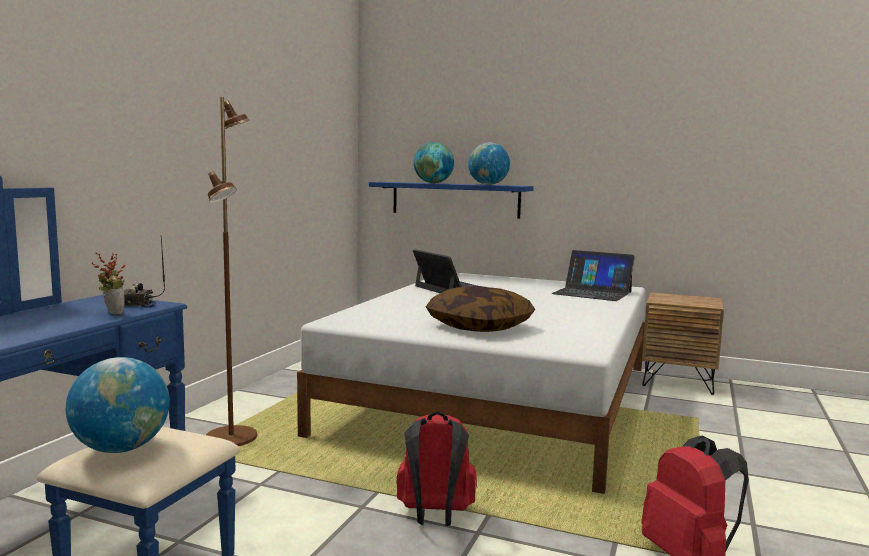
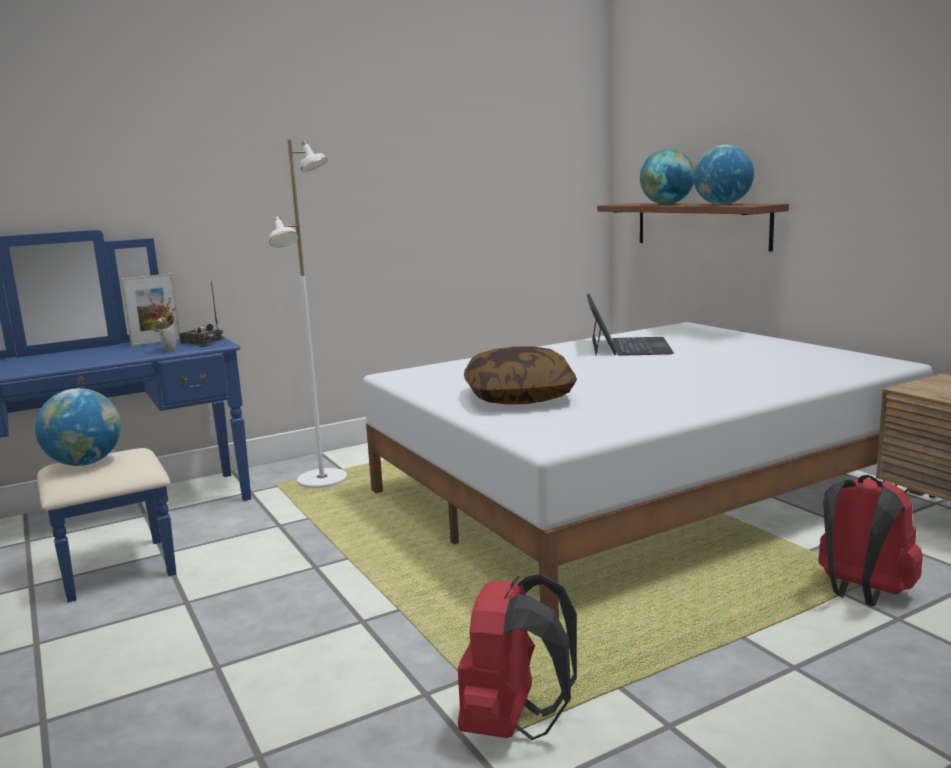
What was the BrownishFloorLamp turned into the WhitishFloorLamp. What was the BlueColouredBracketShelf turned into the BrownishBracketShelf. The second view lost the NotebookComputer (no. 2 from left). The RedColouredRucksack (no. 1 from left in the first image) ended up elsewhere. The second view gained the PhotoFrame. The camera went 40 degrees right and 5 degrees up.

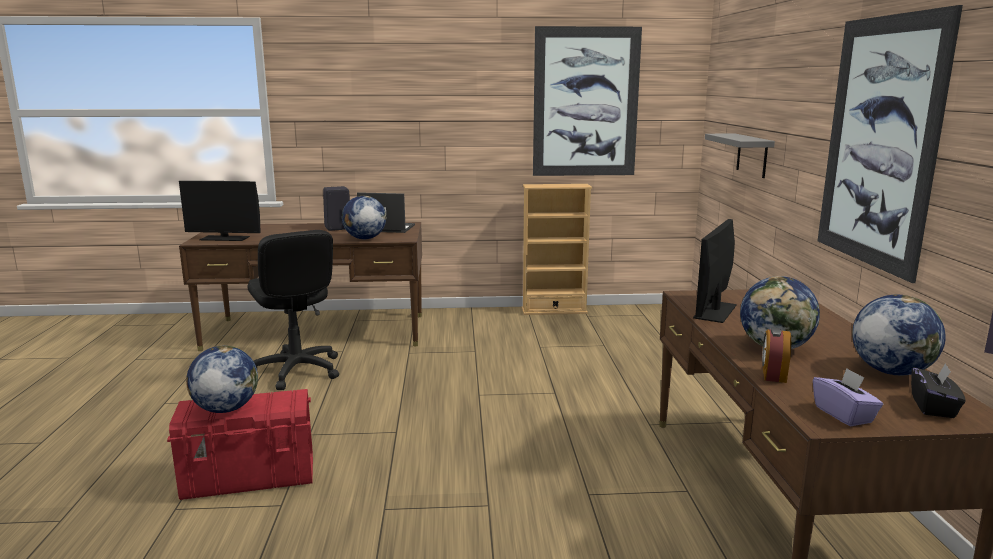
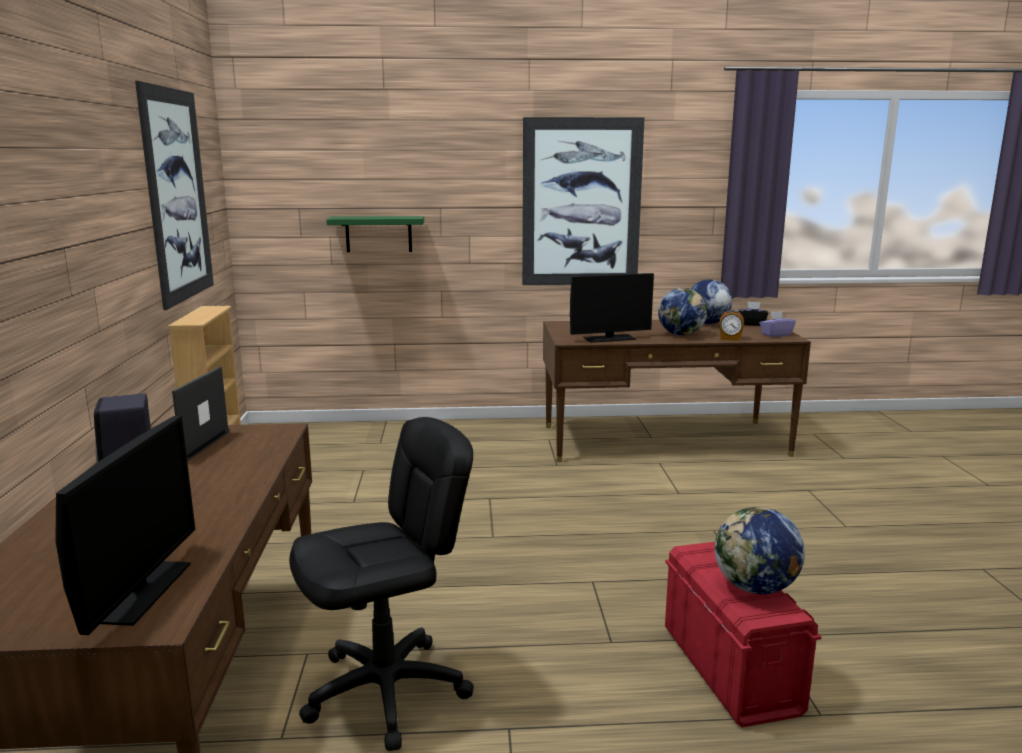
What was the GrayBracketShelf turned into the GreenBracketShelf. The second view lost the DeskGlobe (no. 2 from left). The ComputerDisplay (no. 2 from left) ended up facing another way, 45 degrees counterclockwise from before. The camera went 90 degrees left and 0 degrees up.

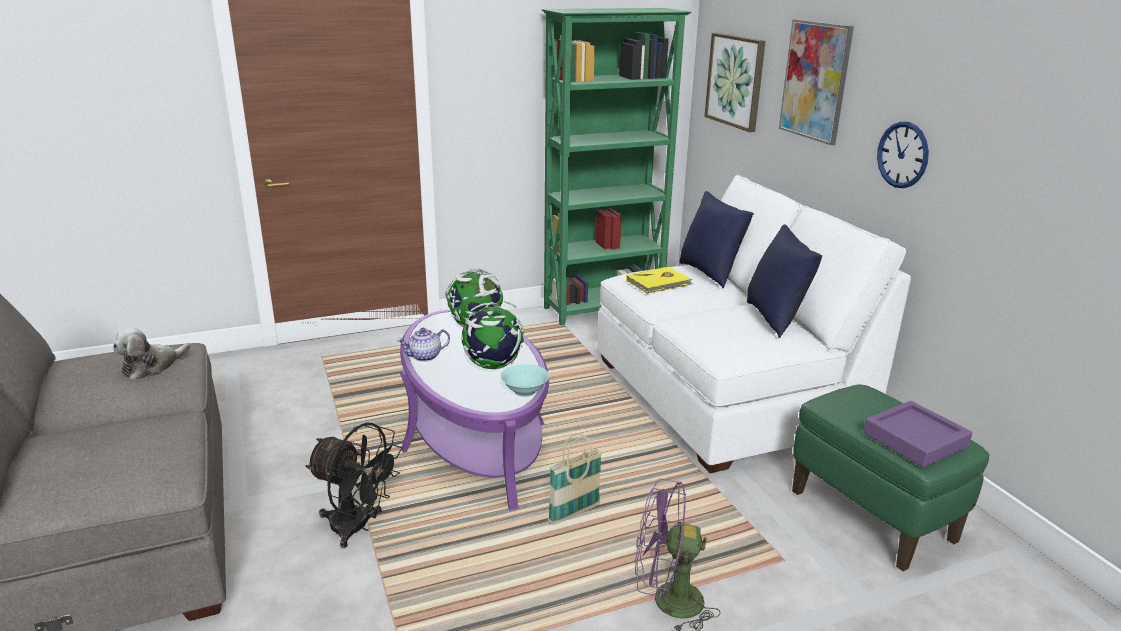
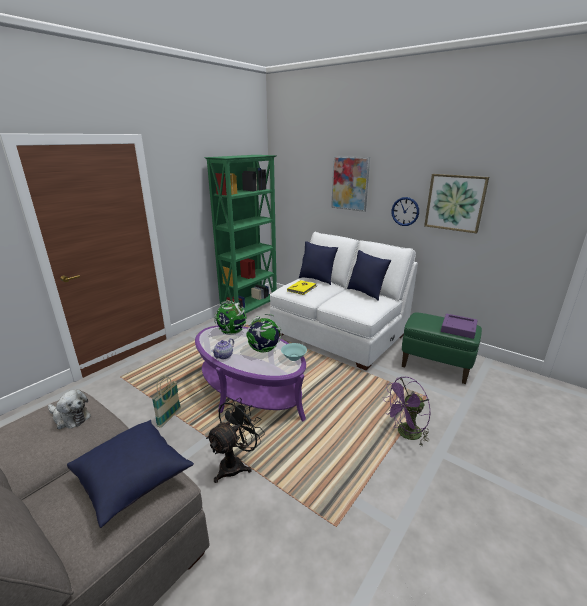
The Picture (no. 1 from left in the first image) ended up elsewhere. The CuddlyToy ended up facing another way, 75 degrees counterclockwise from before. The BlackCoolingFan ended up facing another way, 45 degrees counterclockwise from before. The StorageBasket ended up elsewhere. The second view gained the BlueColouredPillow (no. 1 from left). The camera went 30 degrees left and 0 degrees up.

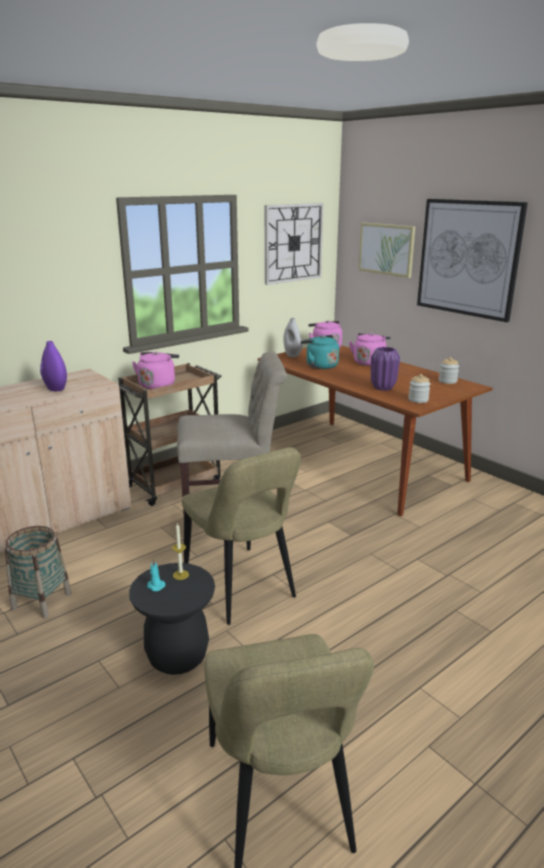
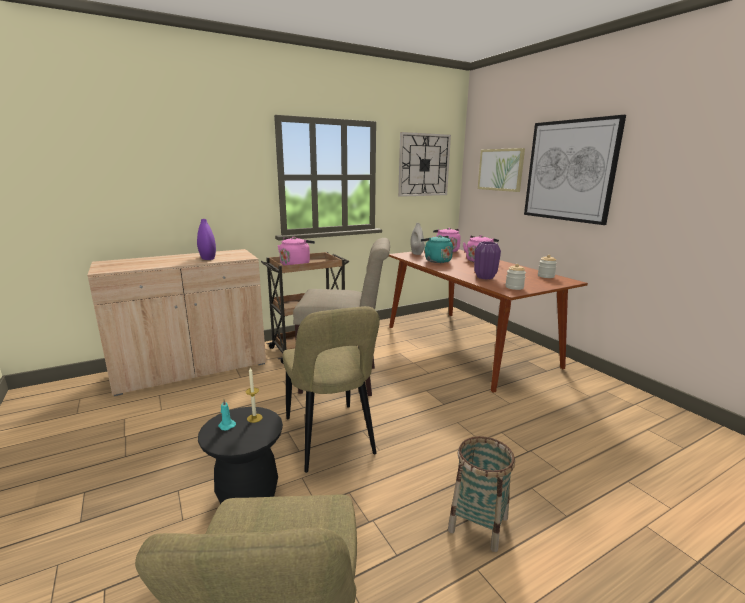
The StorageBasket ended up elsewhere. The camera went 10 degrees right and 5 degrees down.

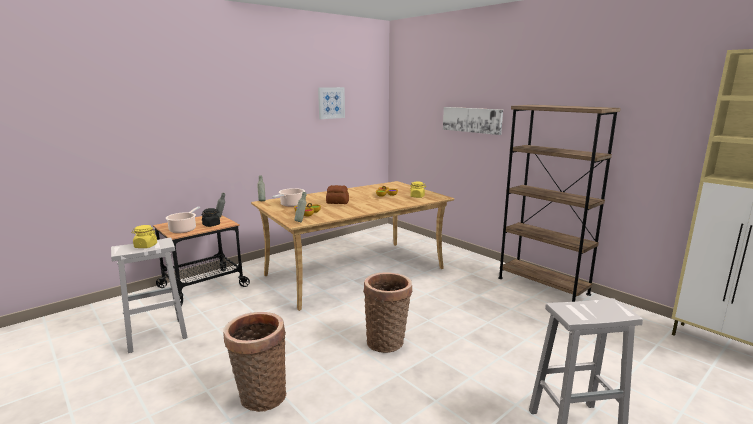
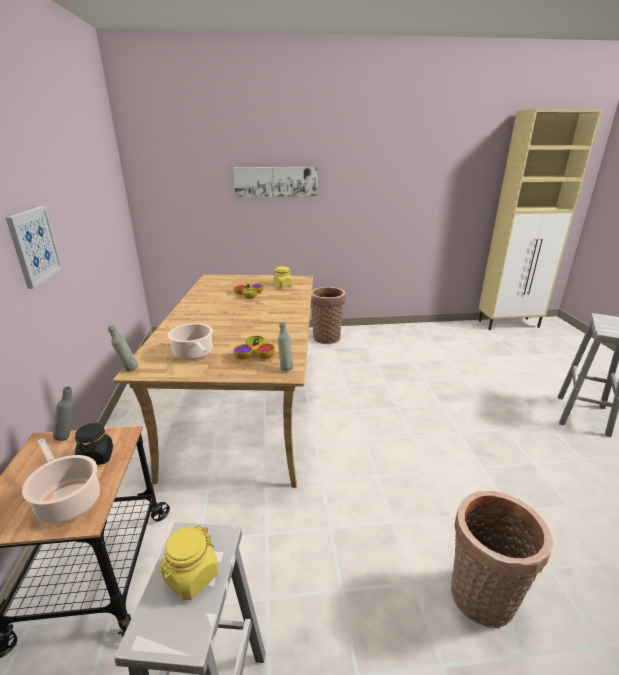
The Picture (no. 1 from left) ended up elsewhere. The second view lost the BrownishBookshelf. The second view lost the BakeryBread. The StorageBasket (no. 2 from left in the first image) ended up elsewhere. The camera went 55 degrees left and 10 degrees up.

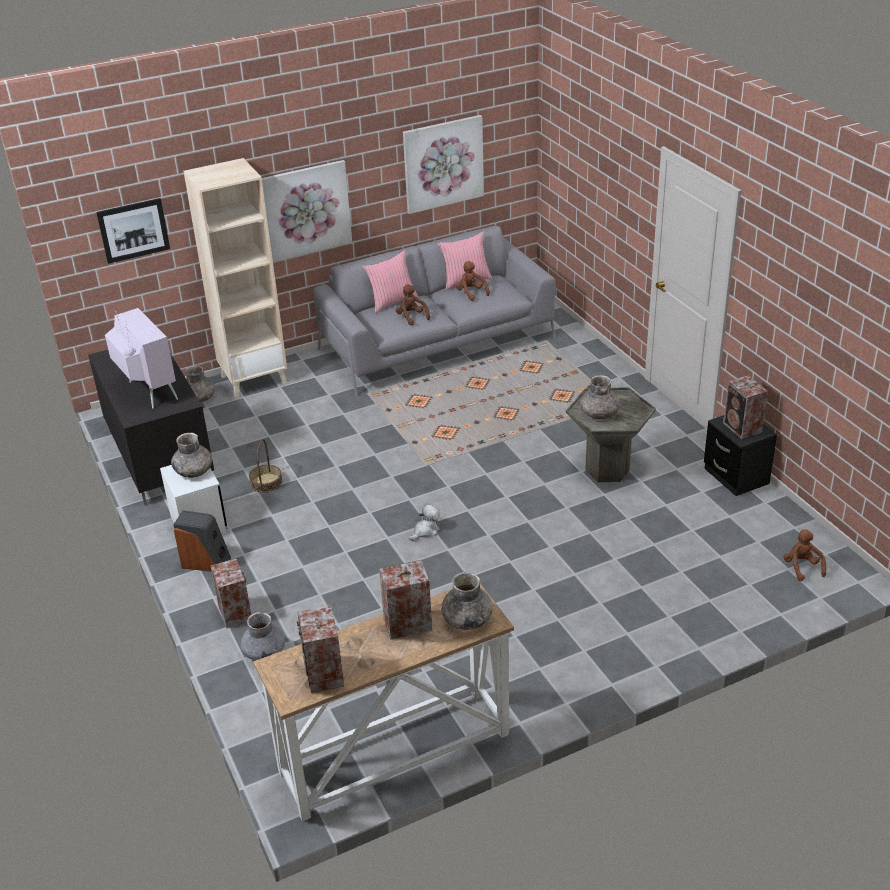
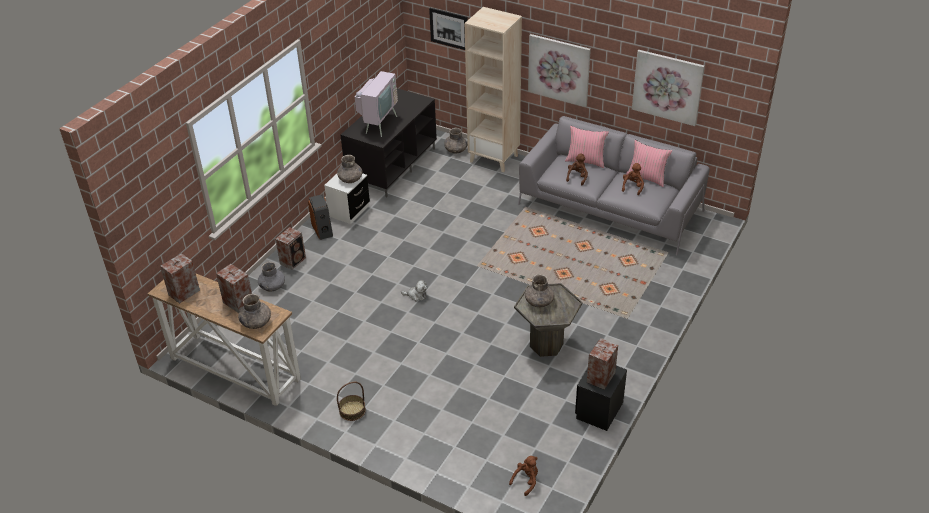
The StorageBasket ended up elsewhere. The camera went 55 degrees right and 5 degrees up.

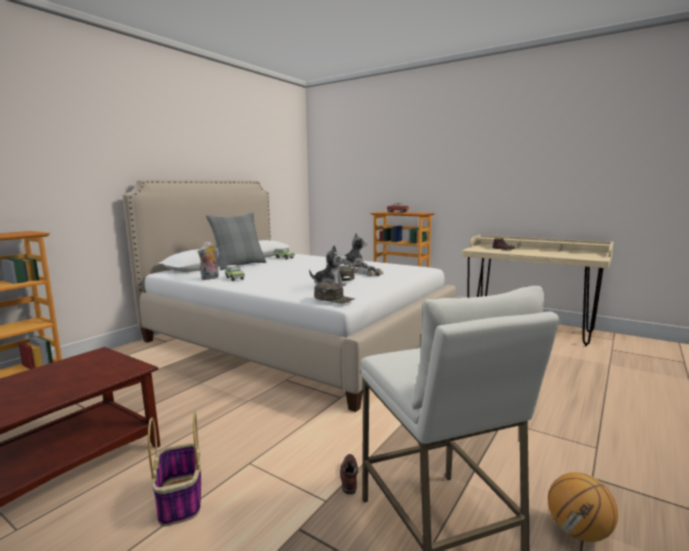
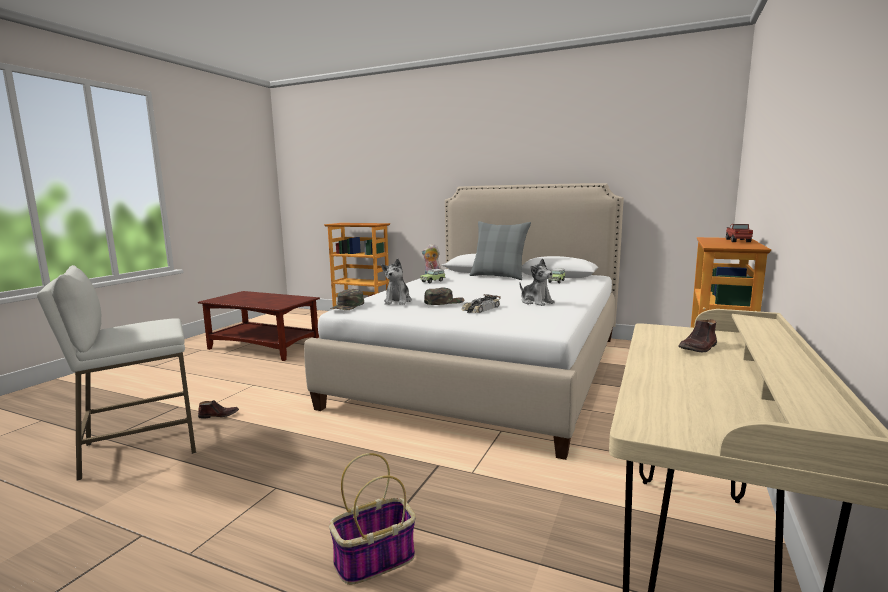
The StorageBasket ended up elsewhere. The second view lost the BallForBasketball. The camera went 80 degrees right and 0 degrees up.

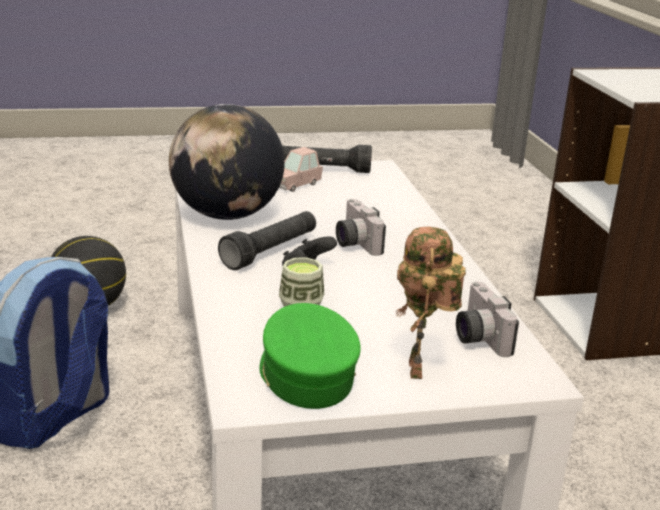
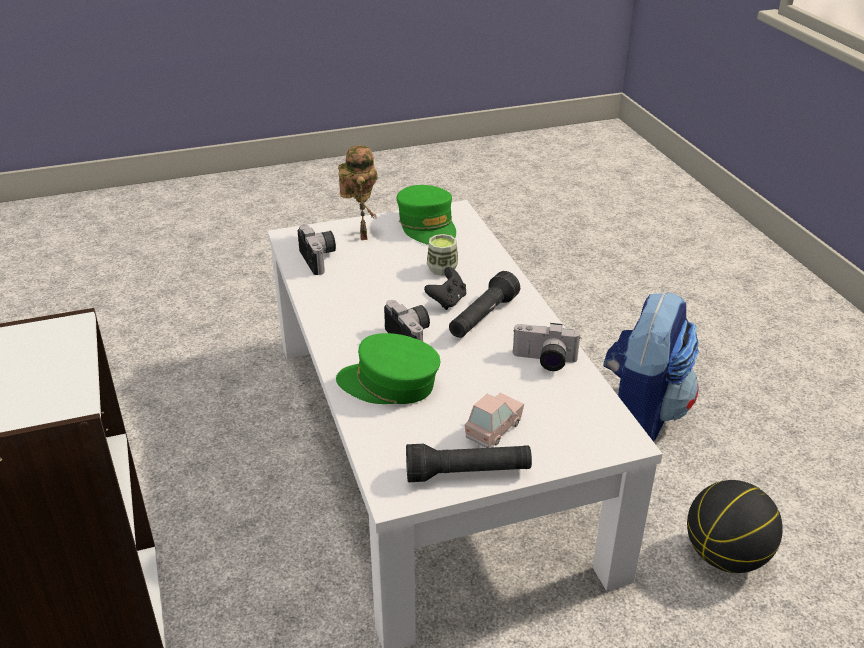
Where the DeskGlobe stood, the PhotoCamera (no. 3 from left) came to stand. The second view gained the GreenBaseballCap (no. 1 from left). The camera went 175 degrees right and 10 degrees up.

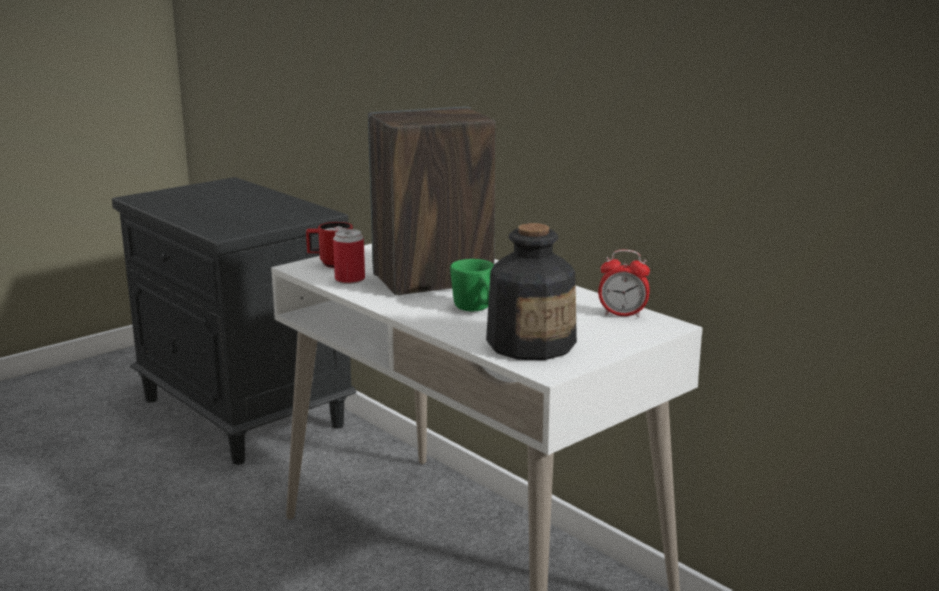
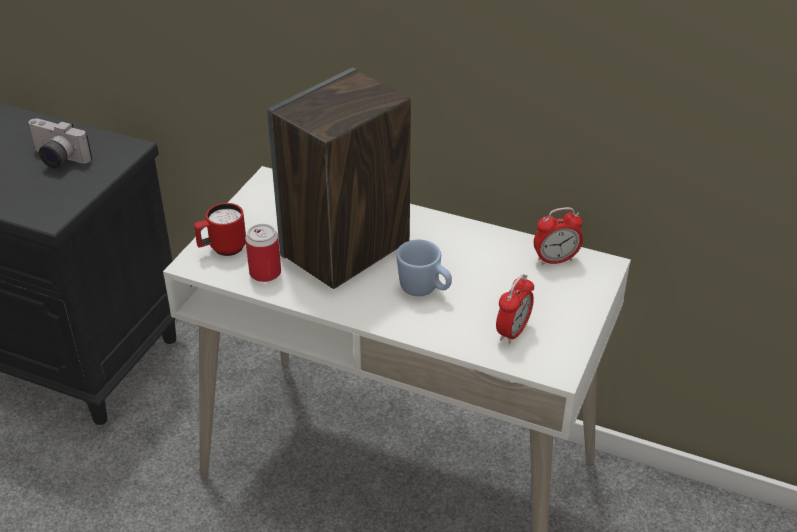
Where the BeverageBottle stood, the TableClock (no. 1 from left) came to stand. What was the GreenCoffeeMug turned into the BlueColouredCoffeeMug. The second view gained the PhotoCamera. The camera went 25 degrees left and 20 degrees up.

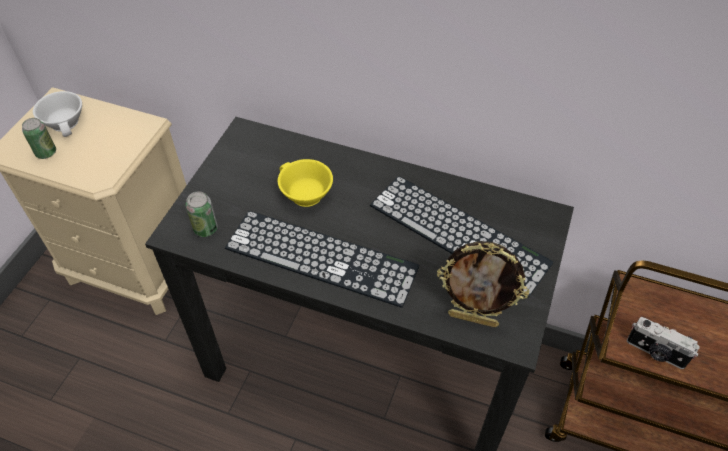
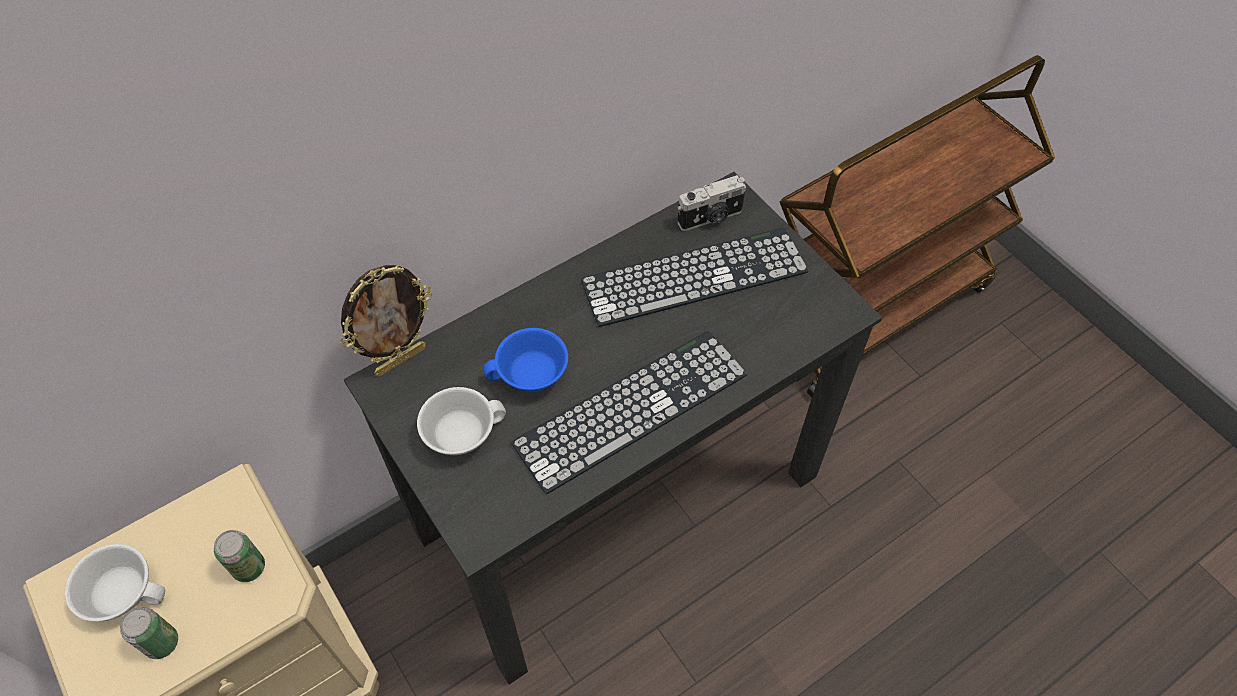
What was the YellowishSmallCup turned into the BlueColouredSmallCup. The MetalCan (no. 2 from left) ended up elsewhere. The PhotoFrame ended up elsewhere. The PhotoCamera ended up elsewhere. The second view gained the WhitishSmallCup (no. 2 from left). The camera went 55 degrees left and 5 degrees up.

